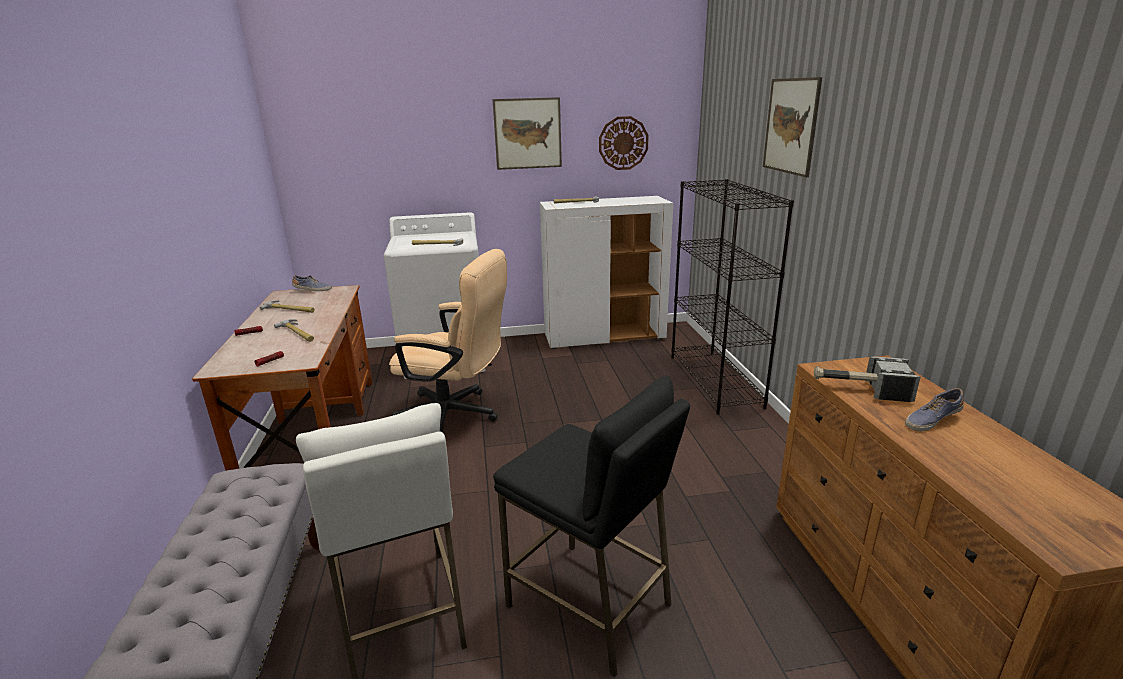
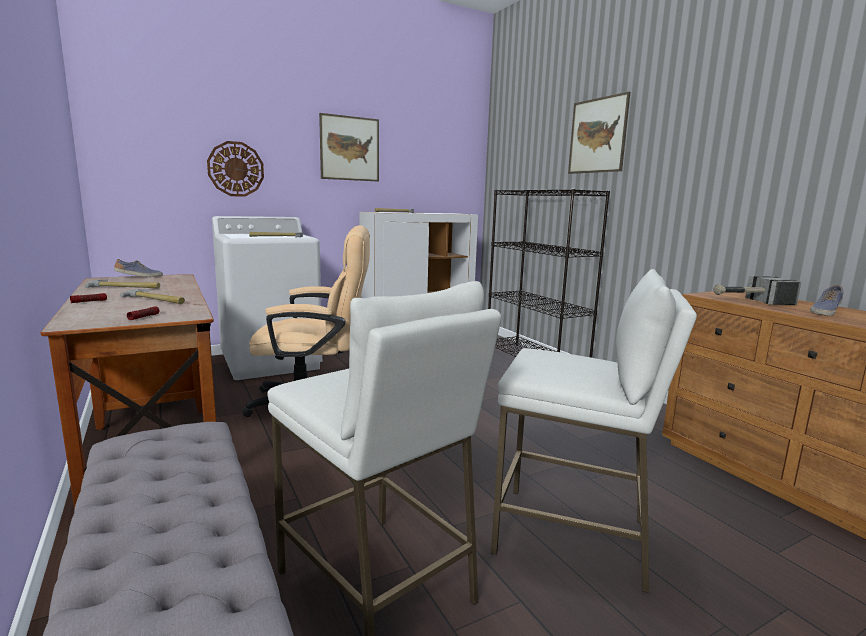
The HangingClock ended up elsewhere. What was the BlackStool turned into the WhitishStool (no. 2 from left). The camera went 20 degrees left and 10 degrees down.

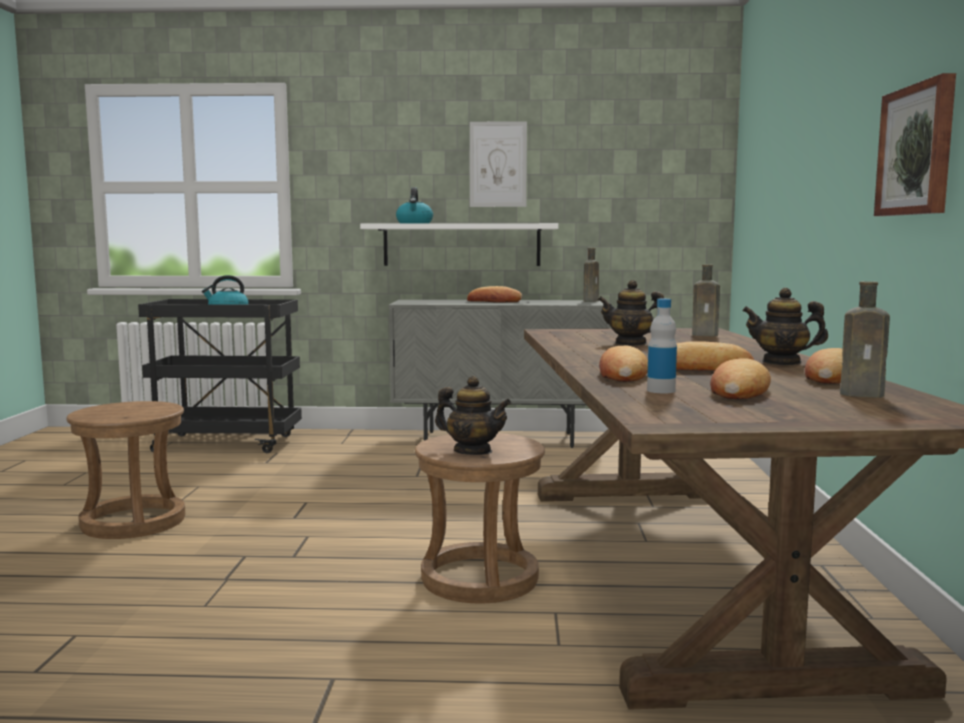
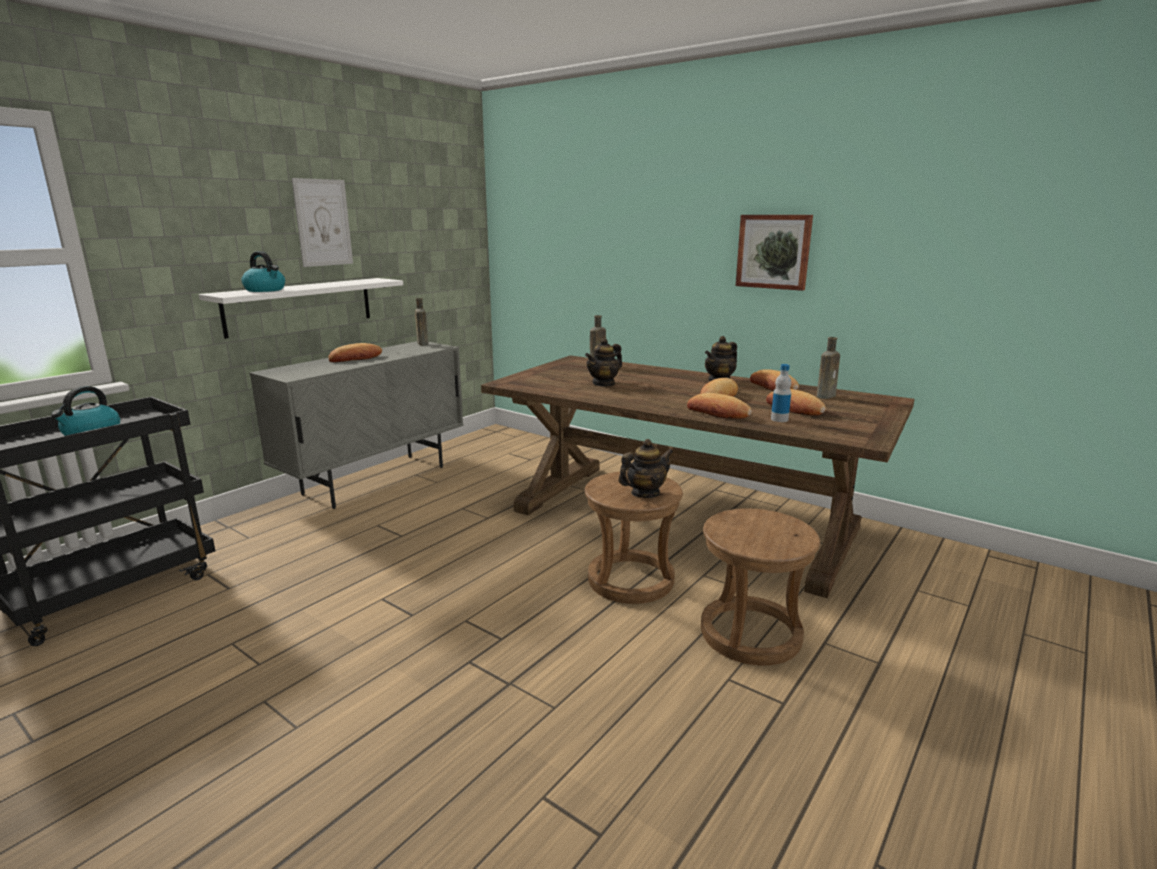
The BrownishStool (no. 1 from left in the first image) ended up elsewhere. The camera went 55 degrees left and 10 degrees up.

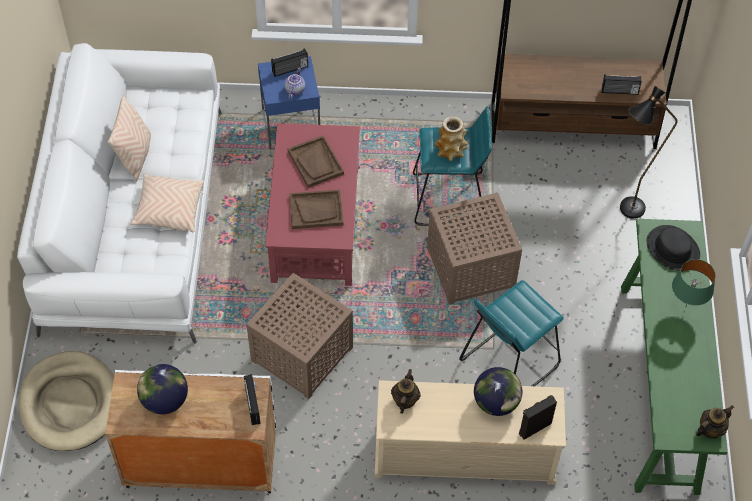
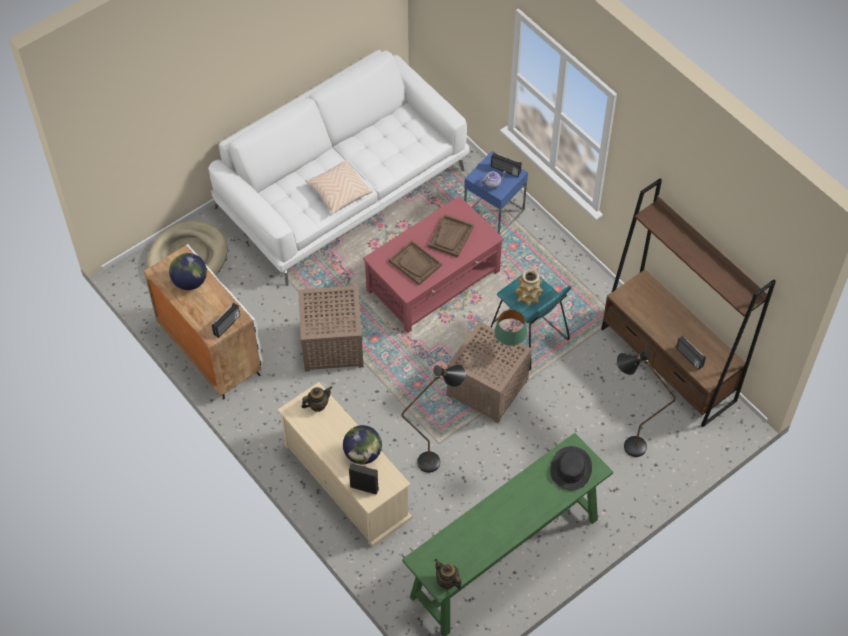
The second view lost the BeigePillow (no. 1 from left). The GreenLampForATable ended up elsewhere. Where the TurquoiseStool (no. 2 from left) stood, the BlackFloorLamp (no. 1 from left) came to stand. The Teapot (no. 3 from left in the first image) ended up facing another way, 150 degrees counterclockwise from before. The camera went 50 degrees right and 0 degrees up.

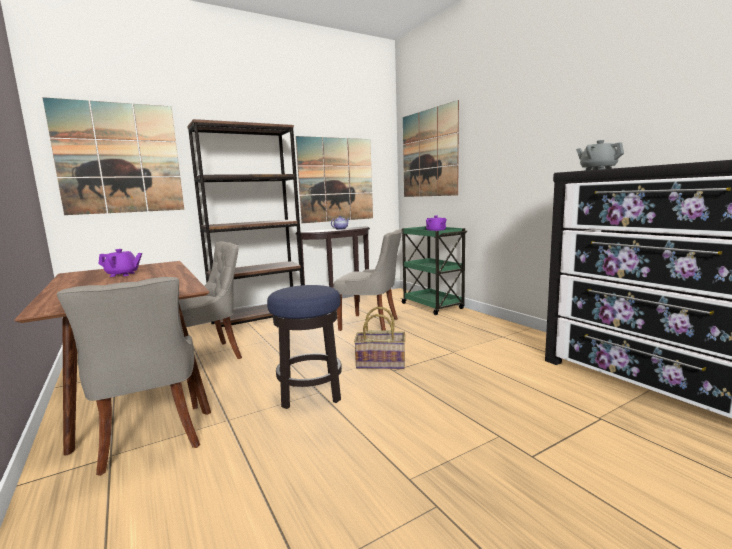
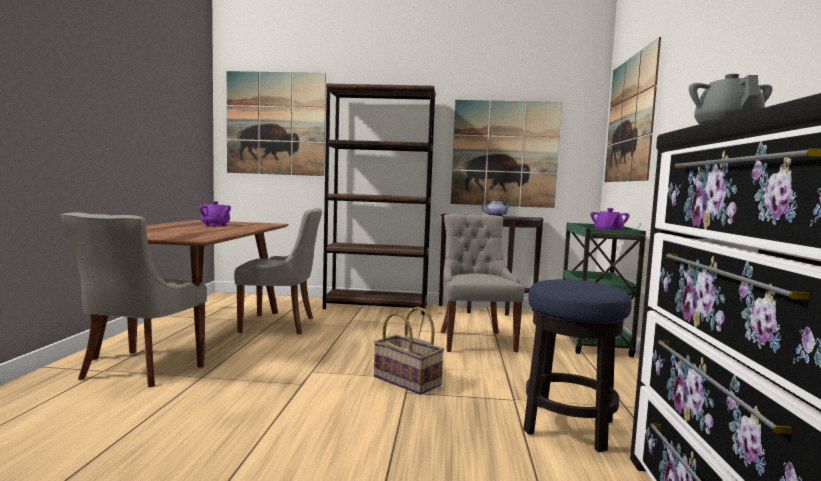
The GrayPlainChair (no. 3 from left) ended up facing another way, 150 degrees counterclockwise from before. The Stool ended up elsewhere. The camera went 35 degrees right and 5 degrees down.

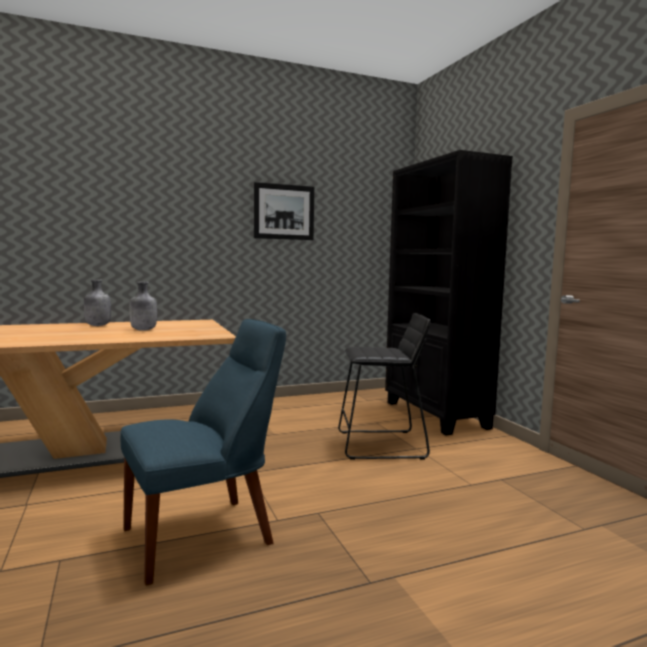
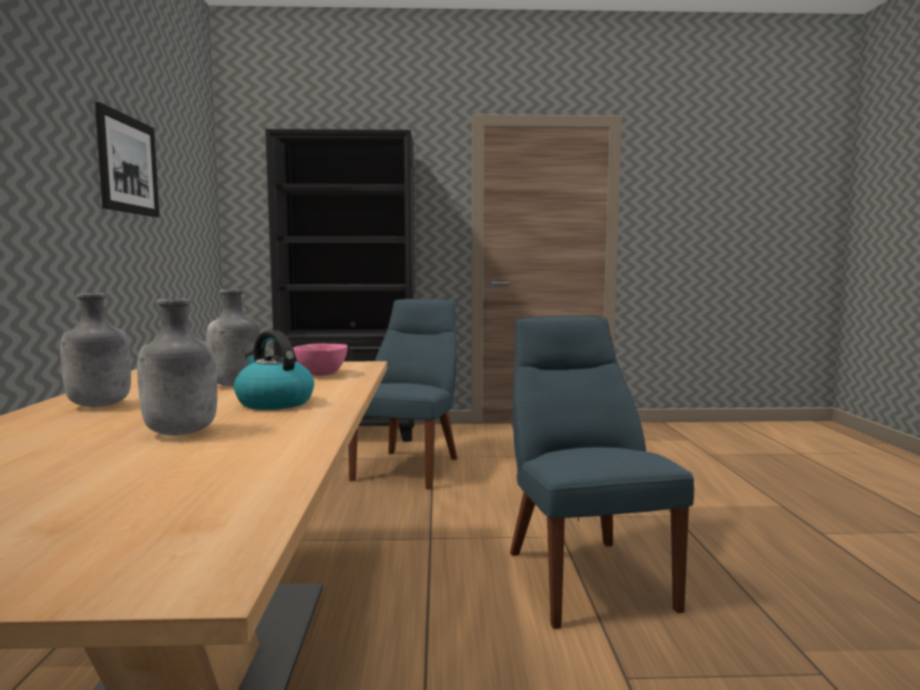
Where the BlackStool stood, the BlueColouredPlainChair (no. 1 from left) came to stand. The second view gained the GrayBeverageBottle (no. 2 from left). The second view gained the WaterKettle. The second view gained the PinkishServingBowl. The camera went 70 degrees left and 0 degrees up.

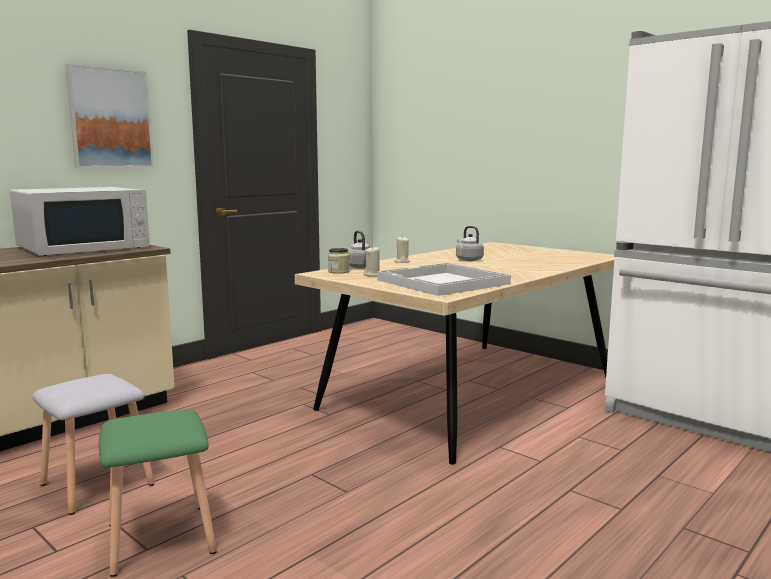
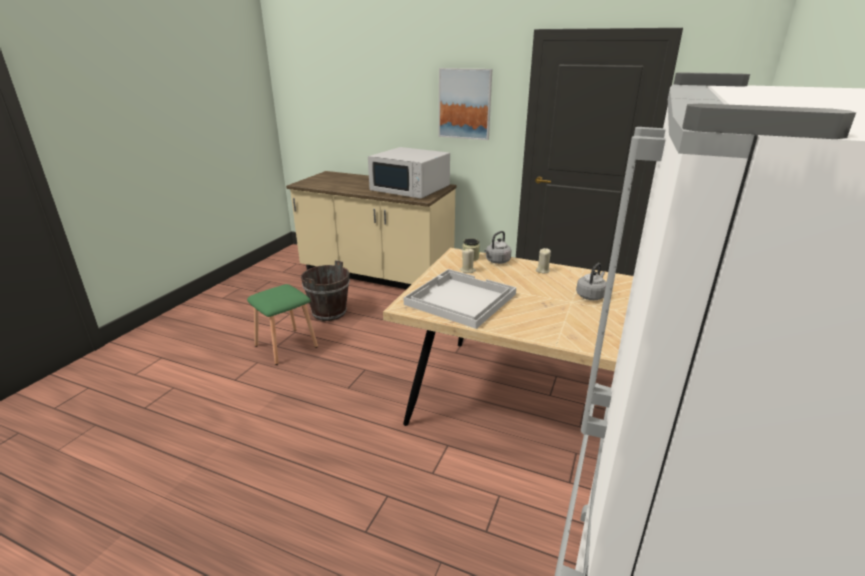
Where the GrayStool stood, the BrownishPail came to stand. The camera went 70 degrees right and 15 degrees up.

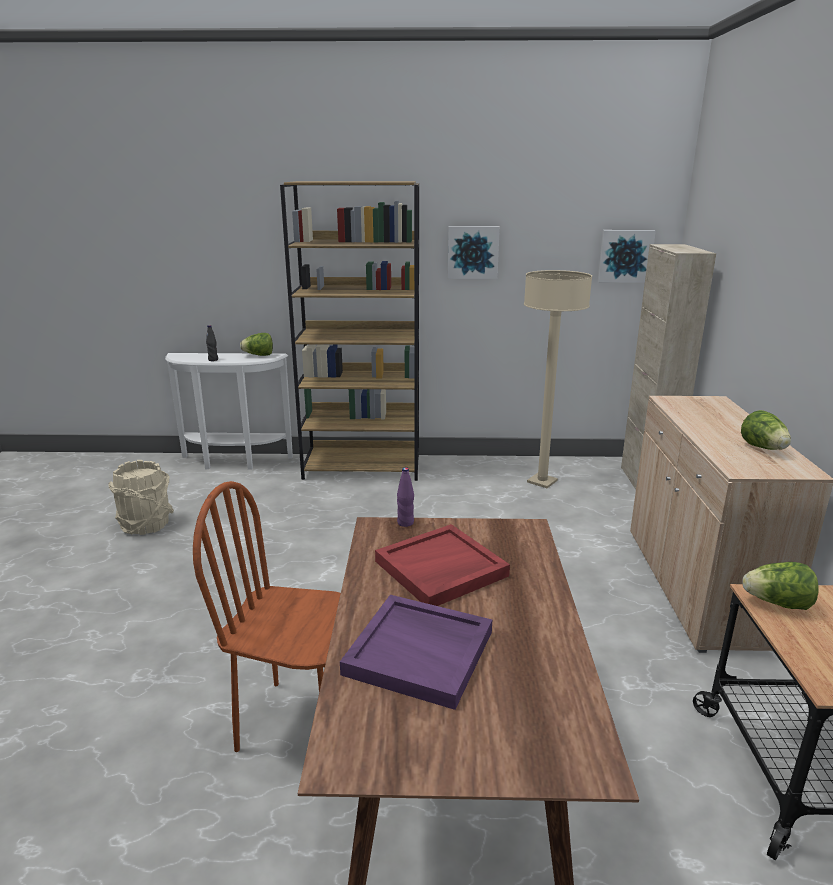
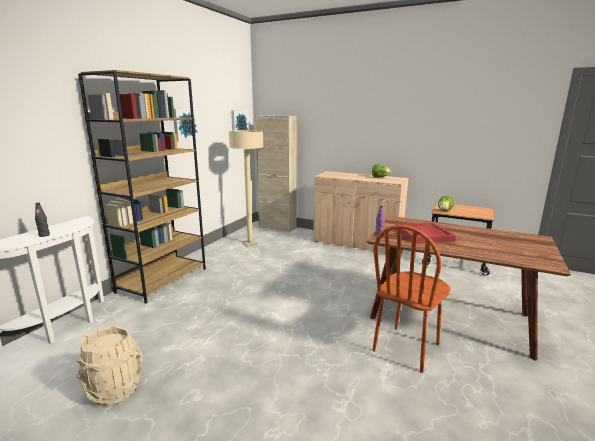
The second view lost the Lettuce (no. 1 from left). The second view lost the PurpleColouredServingTray. The camera went 65 degrees left and 5 degrees down.

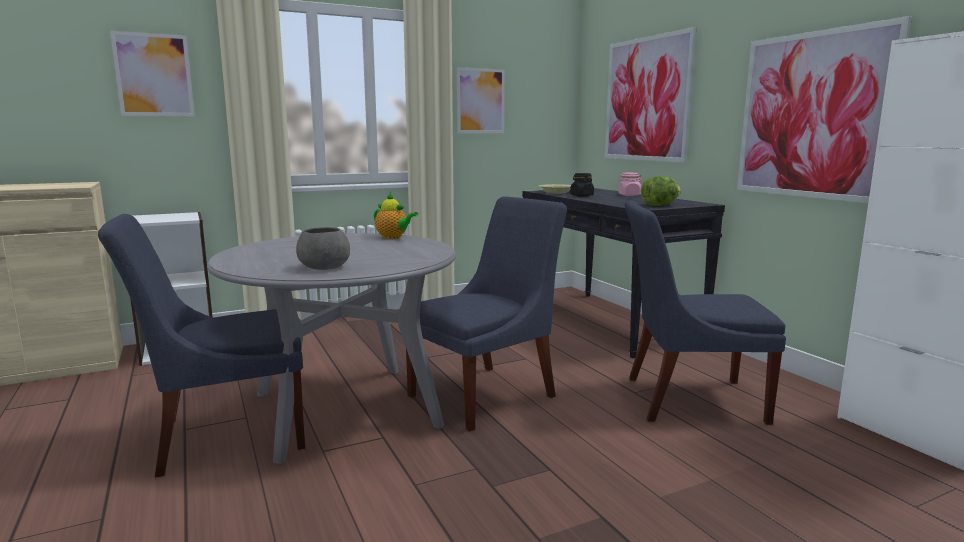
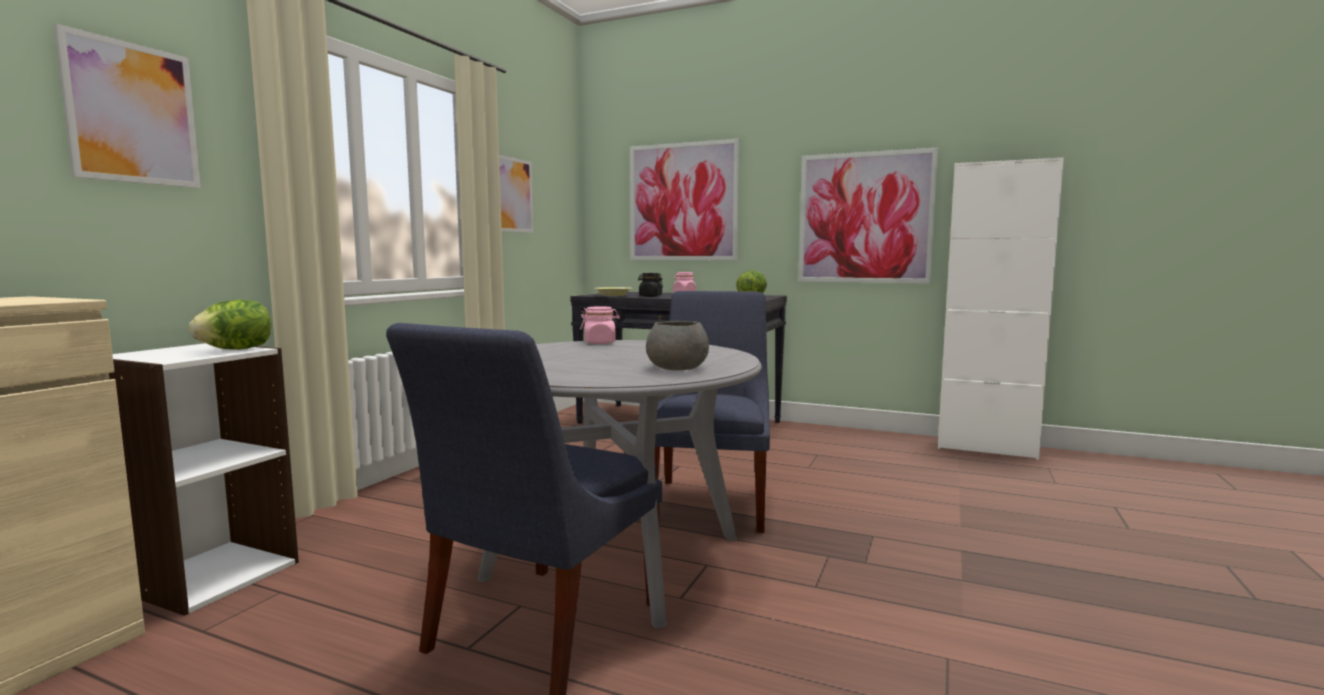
Where the Teapot stood, the PinkishStorageJar (no. 1 from left) came to stand. The second view lost the BlueColouredPlainChair (no. 3 from left). The second view gained the Lettuce (no. 1 from left). The camera went 40 degrees left and 5 degrees down.

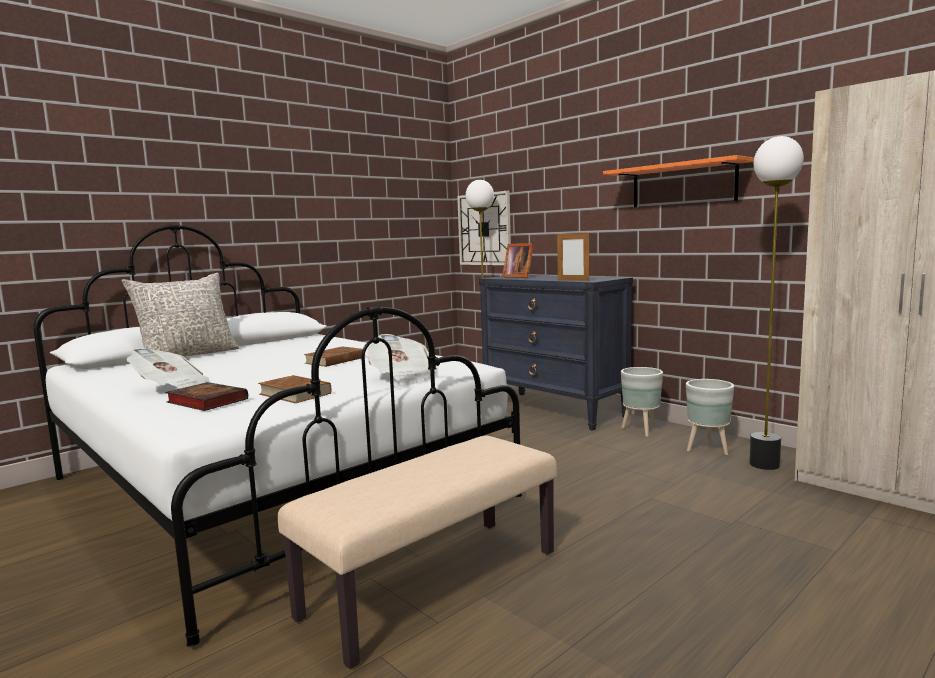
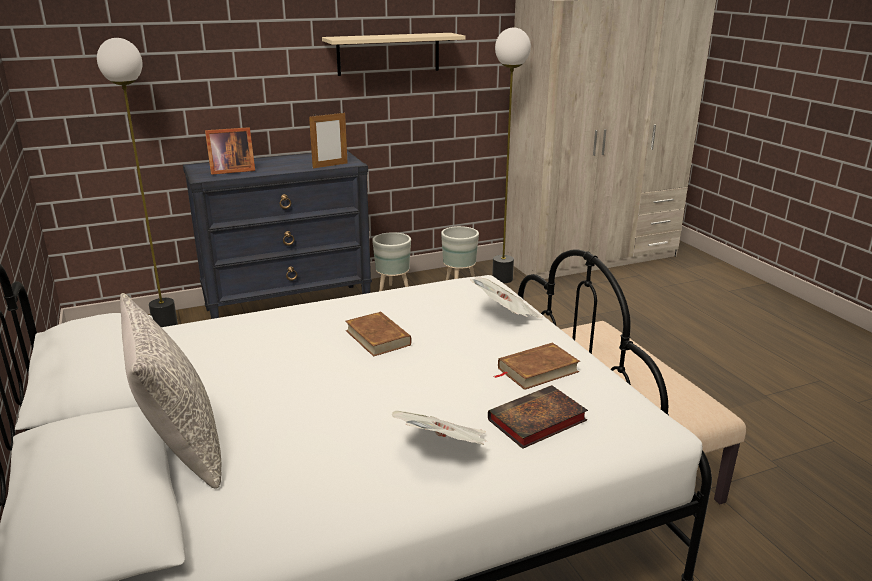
What was the OrangeColouredBracketShelf turned into the BeigeBracketShelf. The second view lost the HangingClock. The camera went 70 degrees left and 15 degrees up.

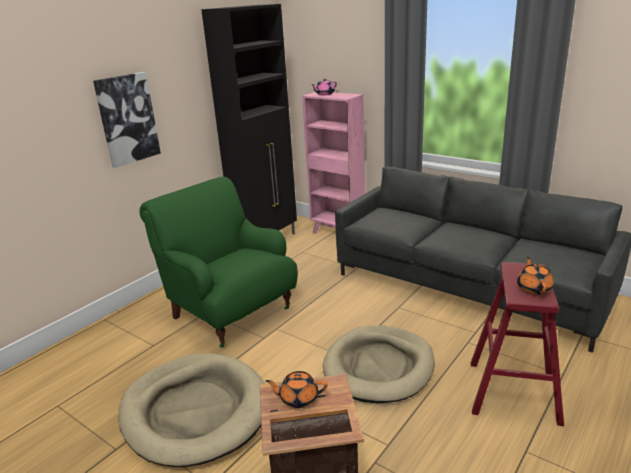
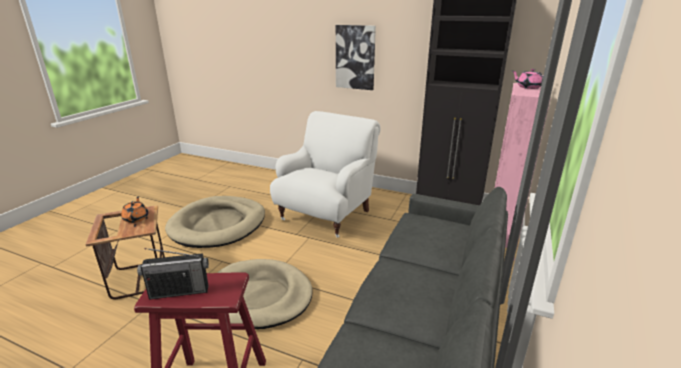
What was the GreenEasyChair turned into the WhitishEasyChair. Where the OrangeColouredTeapot (no. 2 from left) stood, the RadioReceiver came to stand. The camera went 75 degrees right and 0 degrees up.

